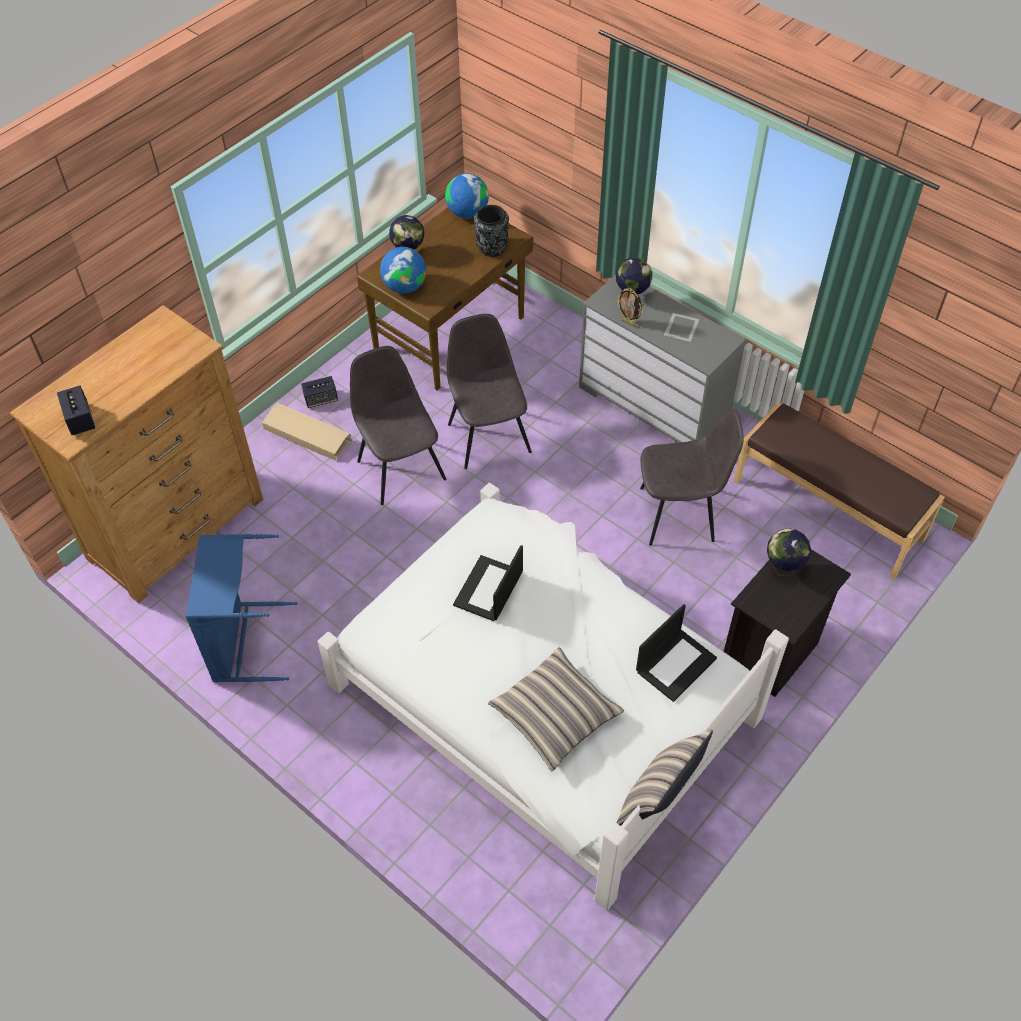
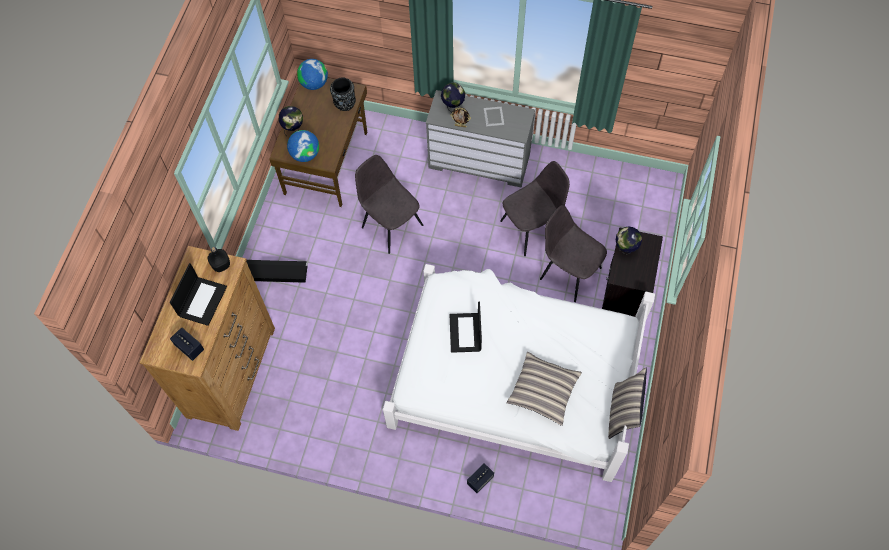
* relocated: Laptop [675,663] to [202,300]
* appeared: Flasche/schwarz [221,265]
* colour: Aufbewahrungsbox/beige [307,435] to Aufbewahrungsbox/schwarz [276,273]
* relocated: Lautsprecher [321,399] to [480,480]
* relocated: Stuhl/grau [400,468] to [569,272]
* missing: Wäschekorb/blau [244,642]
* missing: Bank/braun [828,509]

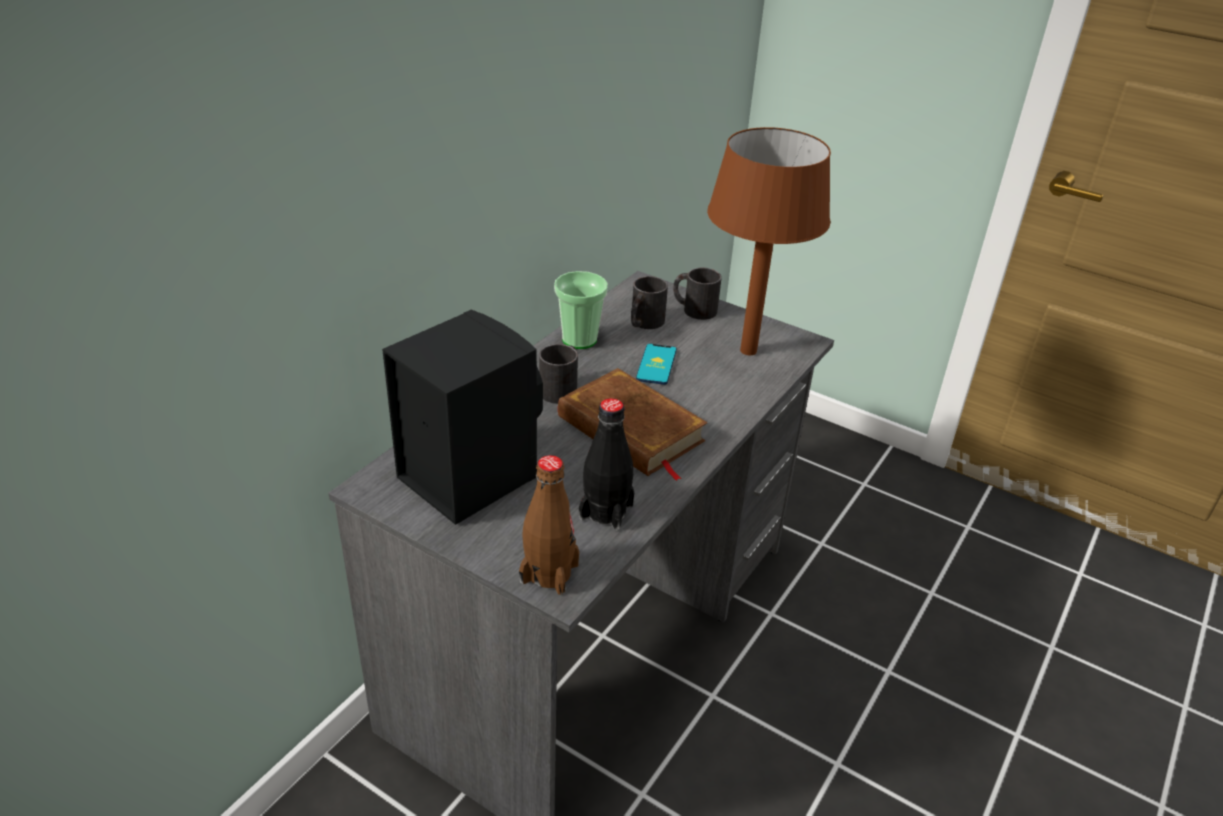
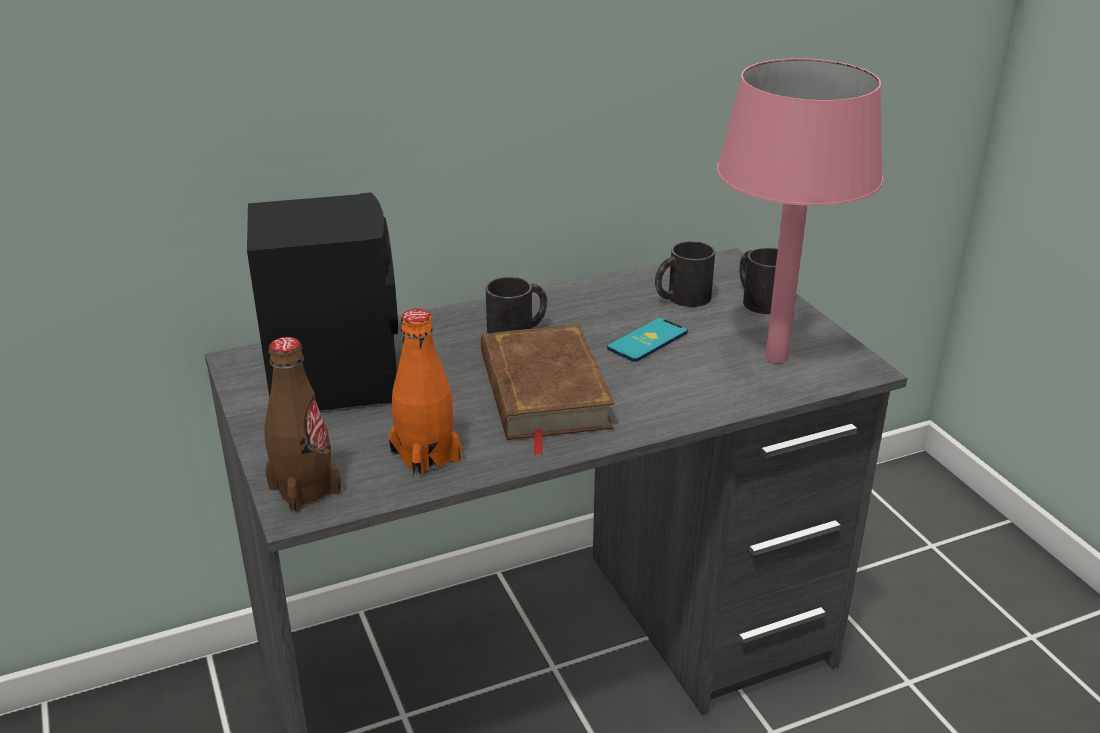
* colour: Flasche/schwarz [606,511] to Flasche/orange [425,456]
* colour: Tischlampe/braun [748,350] to Tischlampe/rosa [777,357]
* missing: Tasse [579,339]

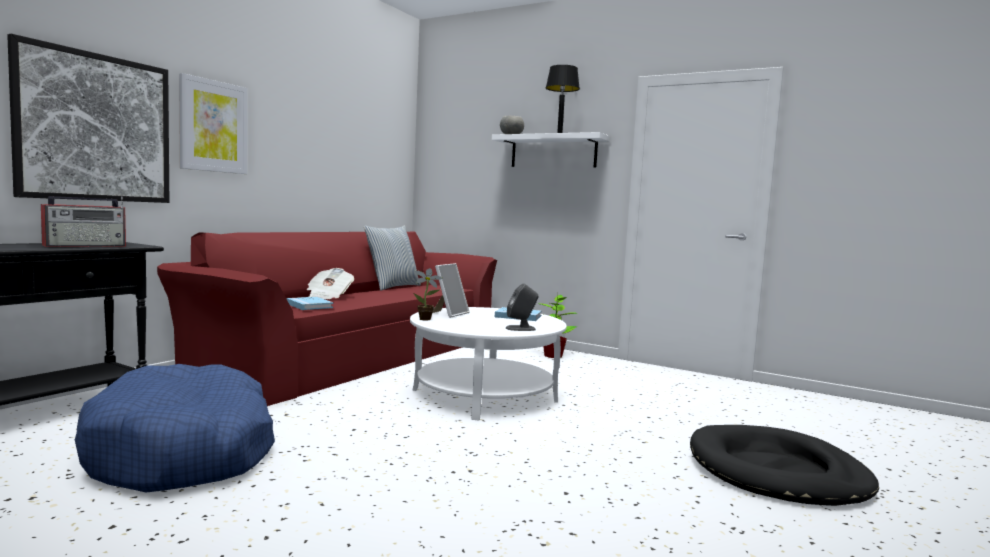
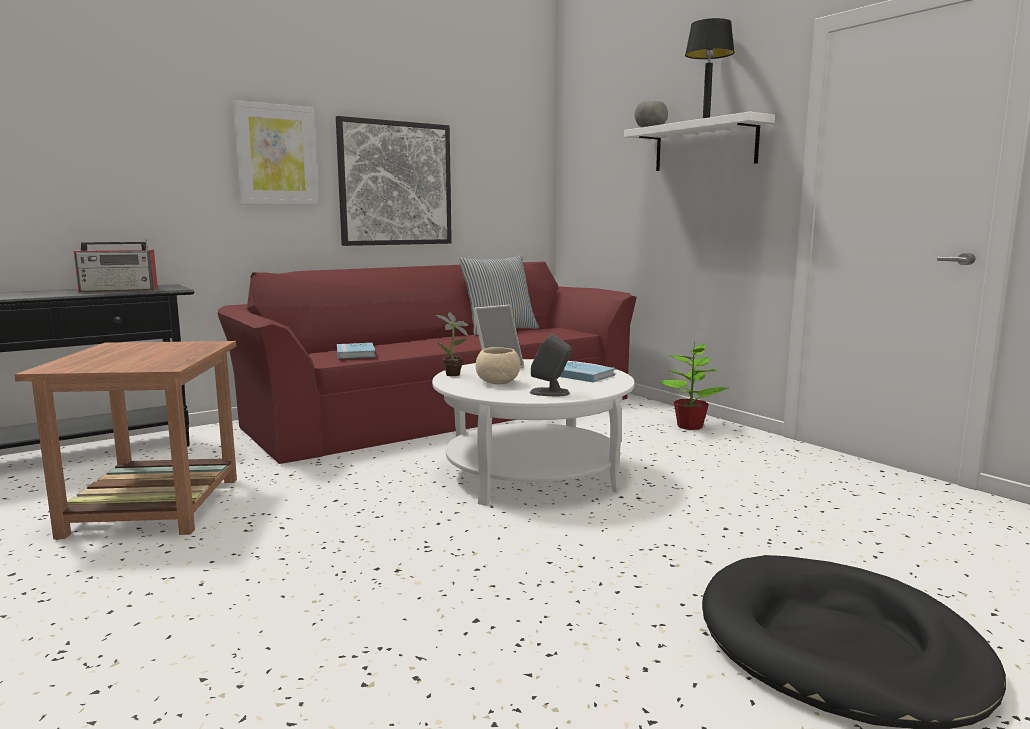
* exchanged: Hundebett/blau [184,451] to Beistelltisch/braun [155,505]
* relocated: Bild [95,128] to [395,183]
* appeared: Schüssel/beige [498,383]
* missing: Zeitung [328,297]

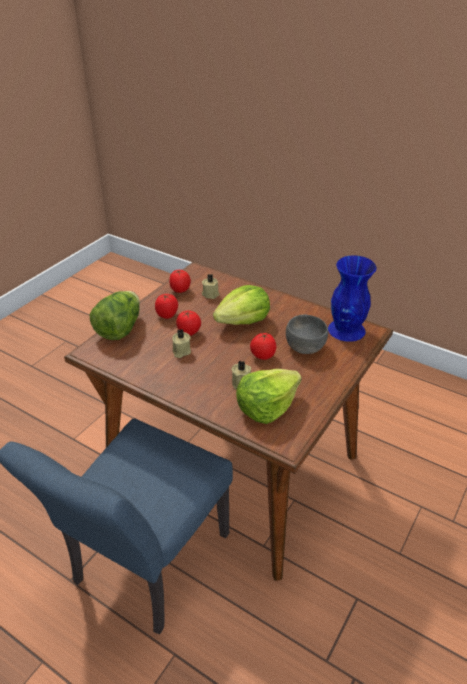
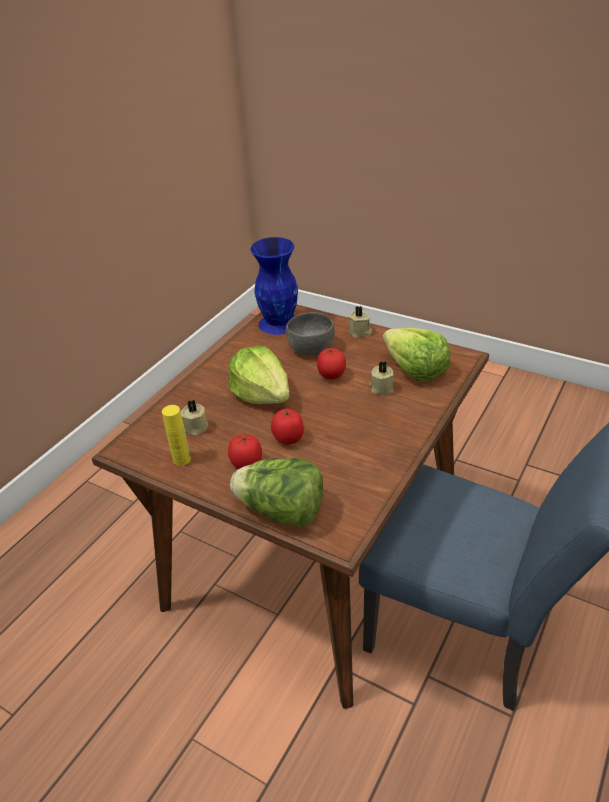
* exchanged: Tomate [180,290] to Flasche/gelb [181,459]
* relocated: Kerze/beige [181,351] to [360,332]

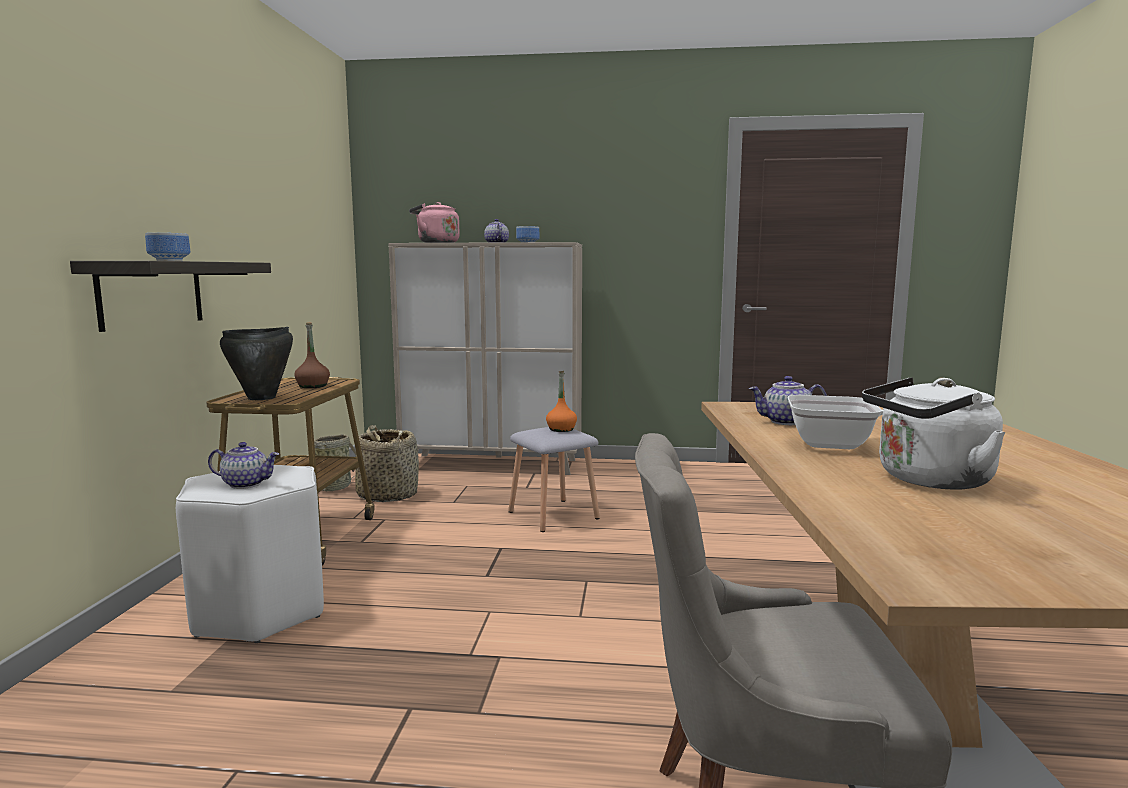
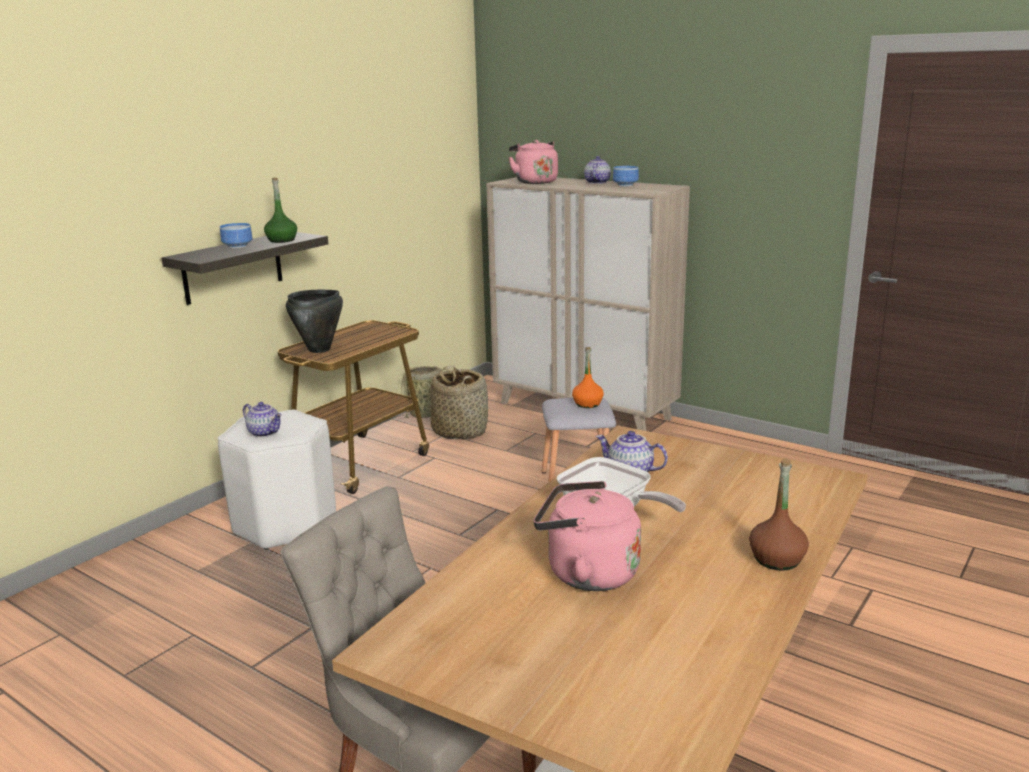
* appeared: Flasche/grün [281,240]
* colour: Wasserkessel/weiß [928,480] to Wasserkessel/rosa [586,573]
* relocated: Flasche/braun [313,386] to [777,559]

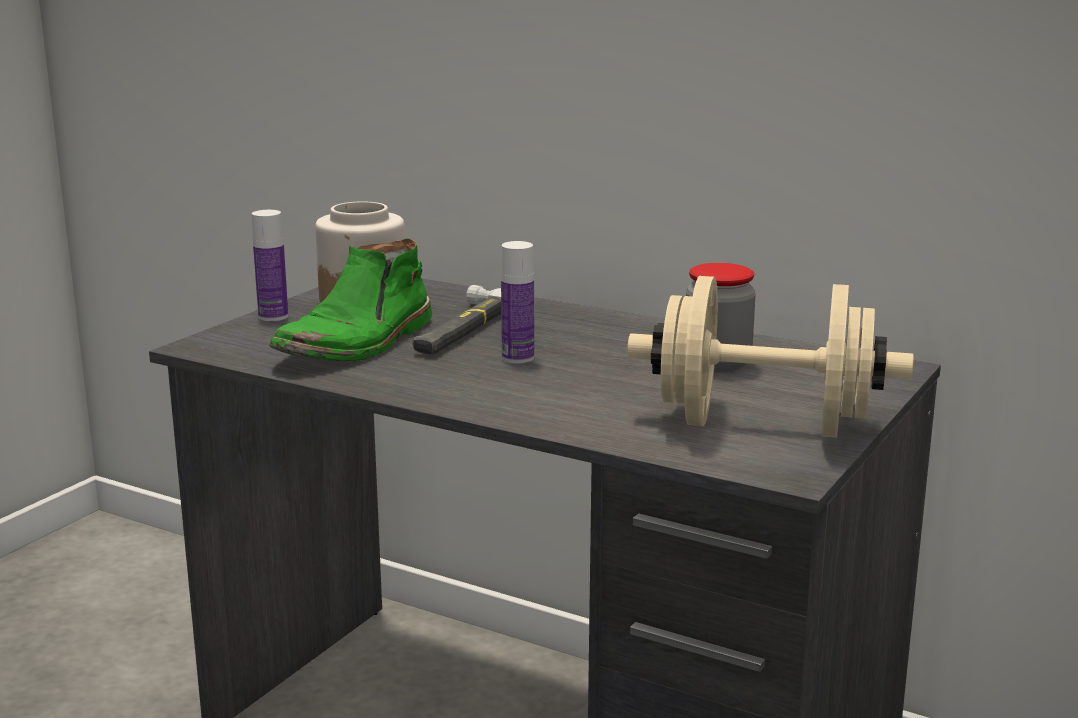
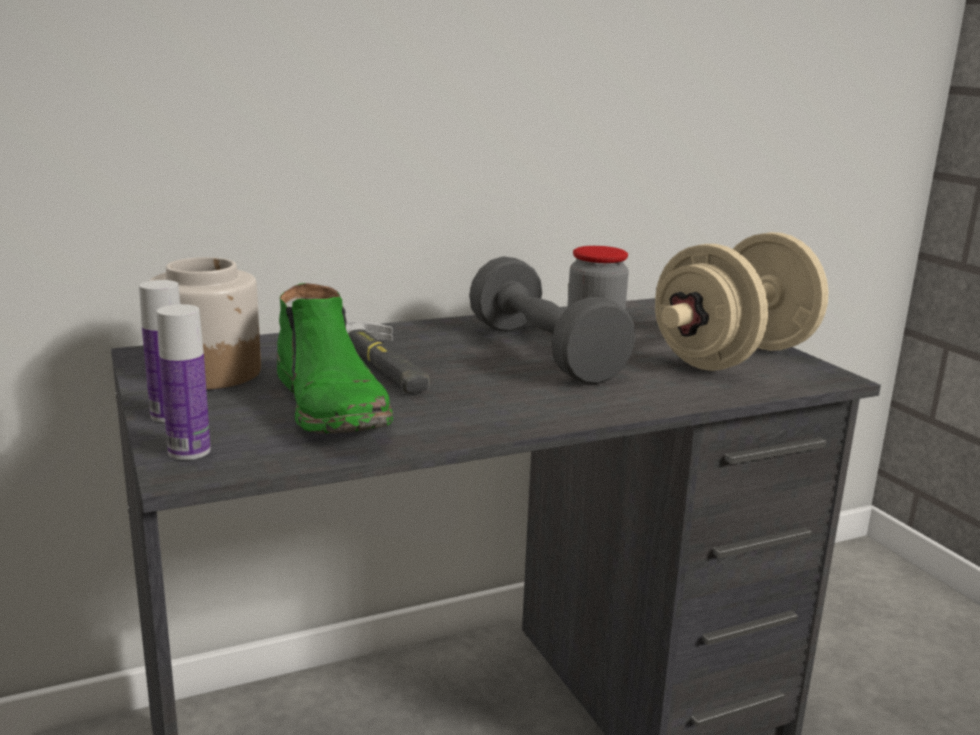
* relocated: Flasche [518,358] to [189,451]
* appeared: Hantel/grau [544,353]

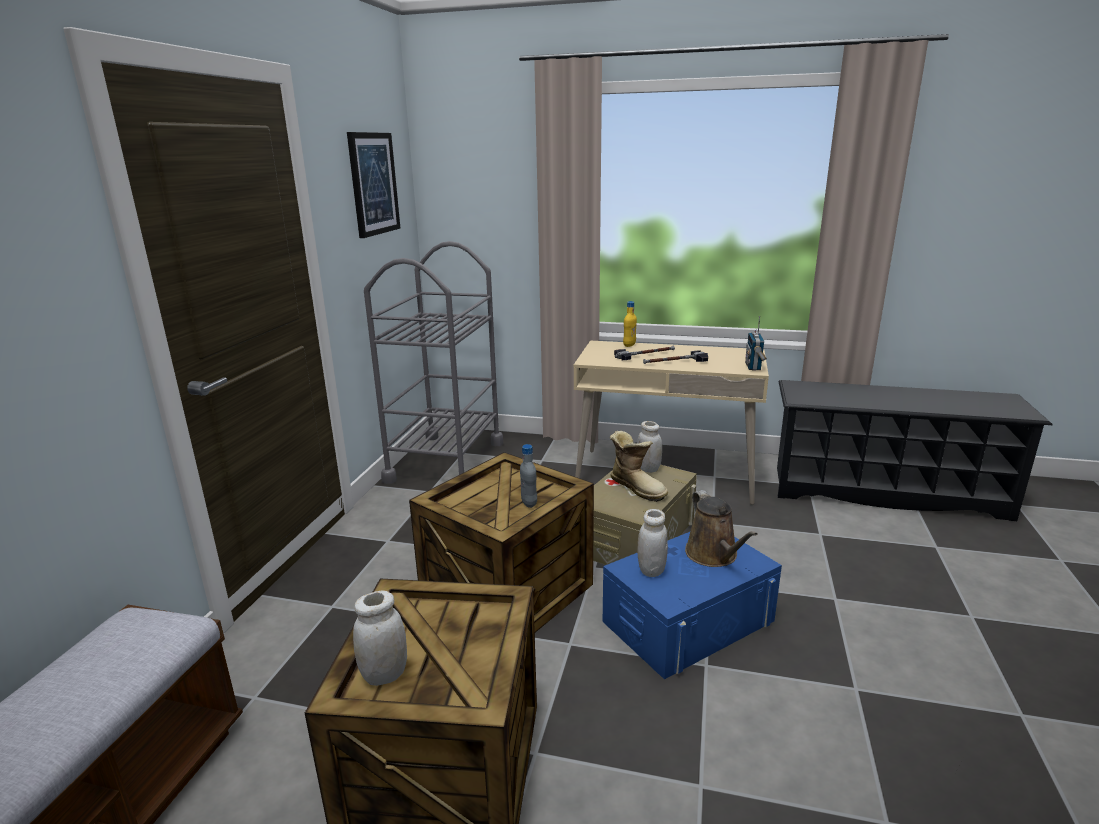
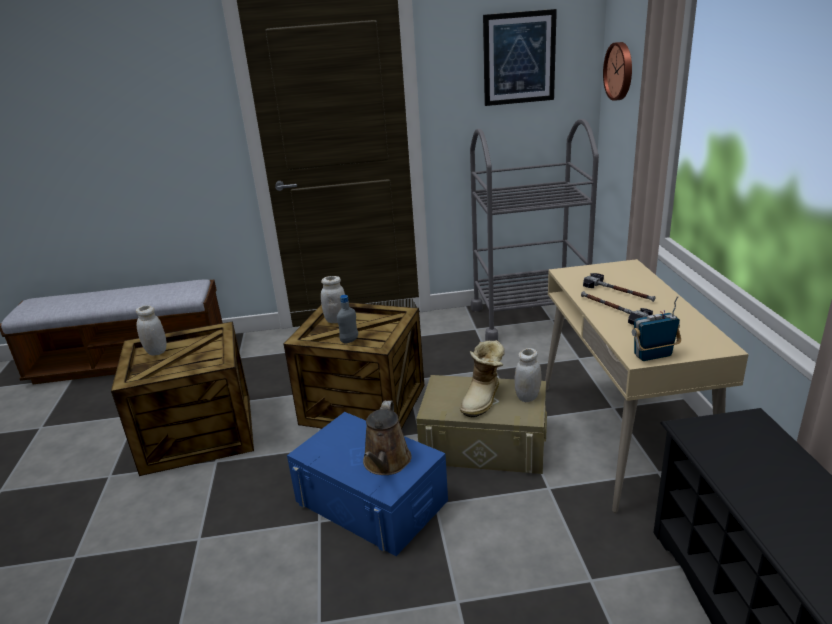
* relocated: Vorratsglas/weiß [651,570] to [336,320]
* spun: Gießkanne/braun [714,555] = [386,463] 45 degrees counterclockwise
* appeared: Wanduhr [620,71]
* missing: Flasche/gelb [629,345]

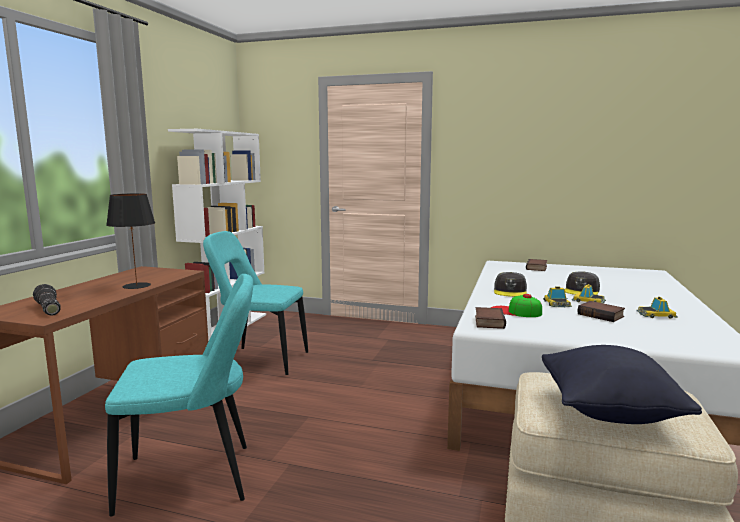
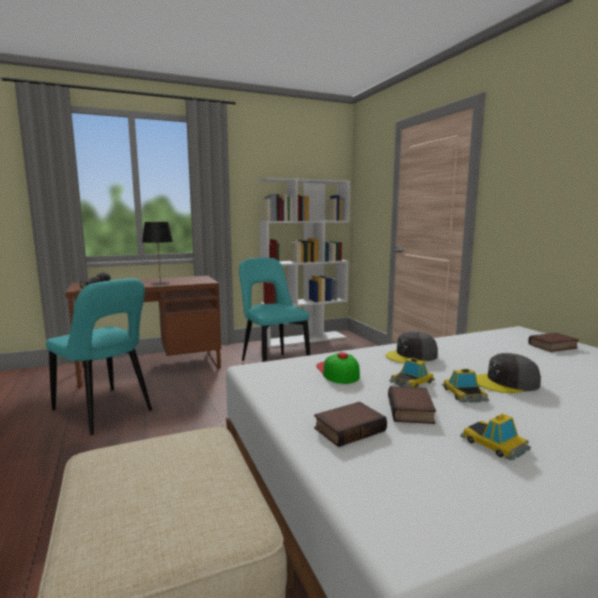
* relocated: Buch [488,321] to [349,428]
* missing: Kissen/schwarz [609,411]

